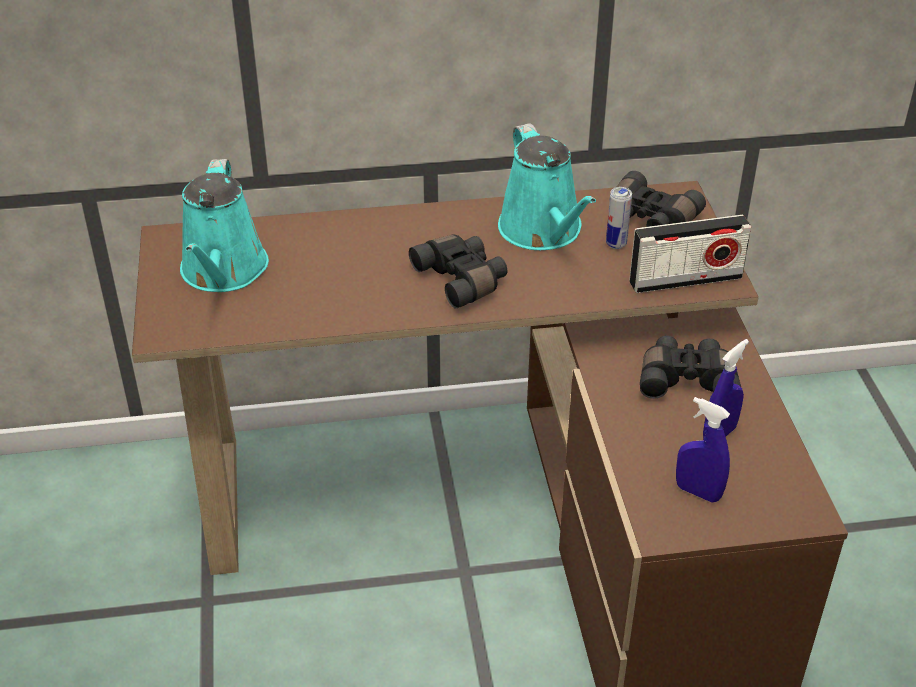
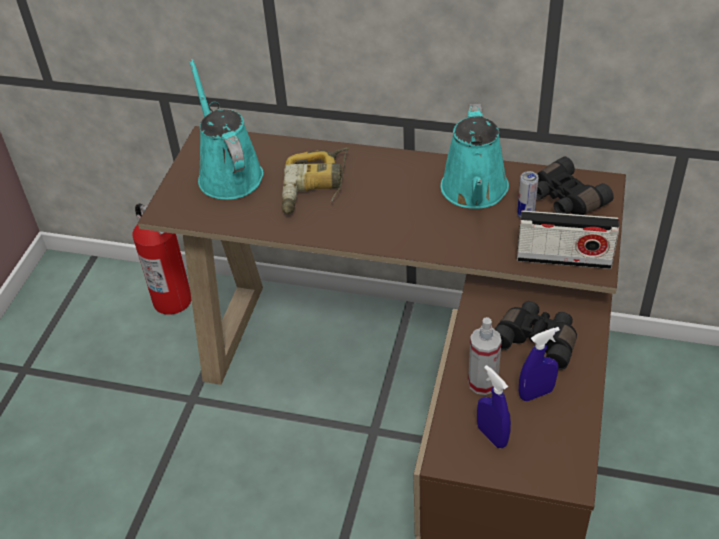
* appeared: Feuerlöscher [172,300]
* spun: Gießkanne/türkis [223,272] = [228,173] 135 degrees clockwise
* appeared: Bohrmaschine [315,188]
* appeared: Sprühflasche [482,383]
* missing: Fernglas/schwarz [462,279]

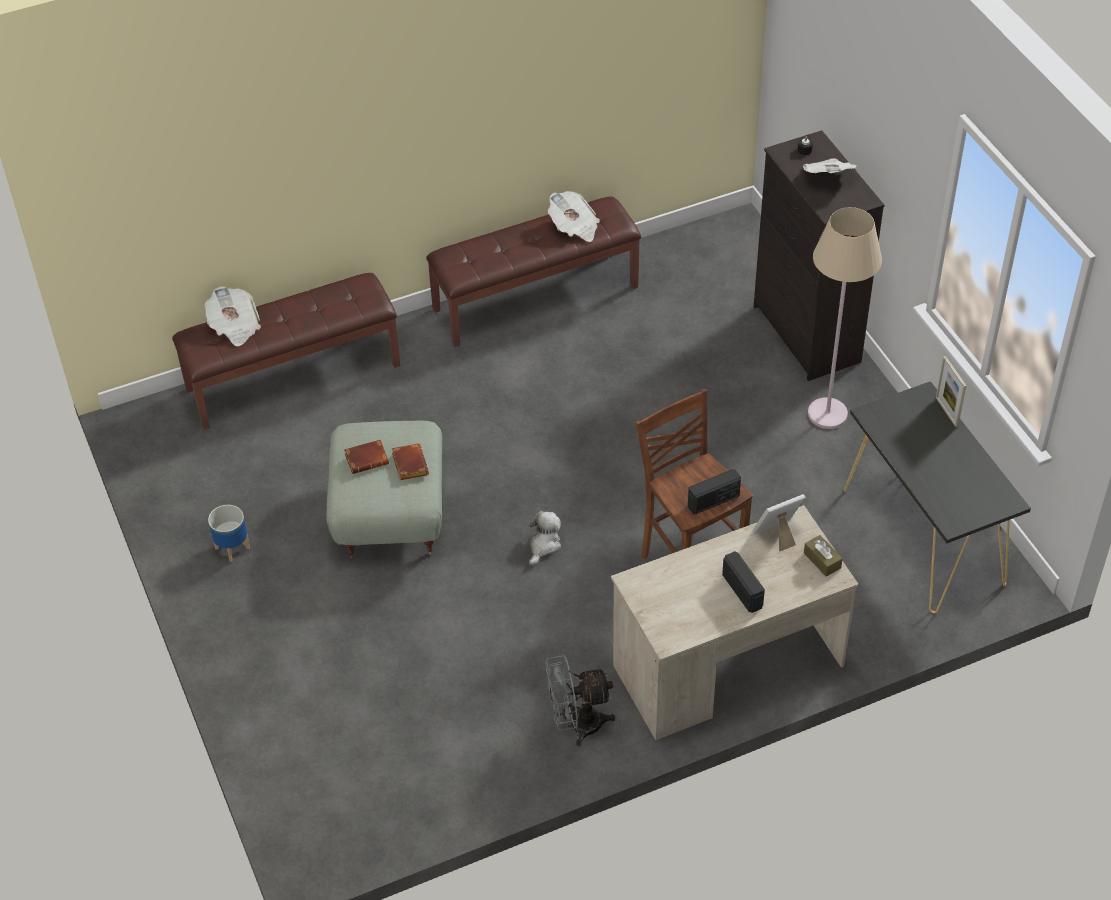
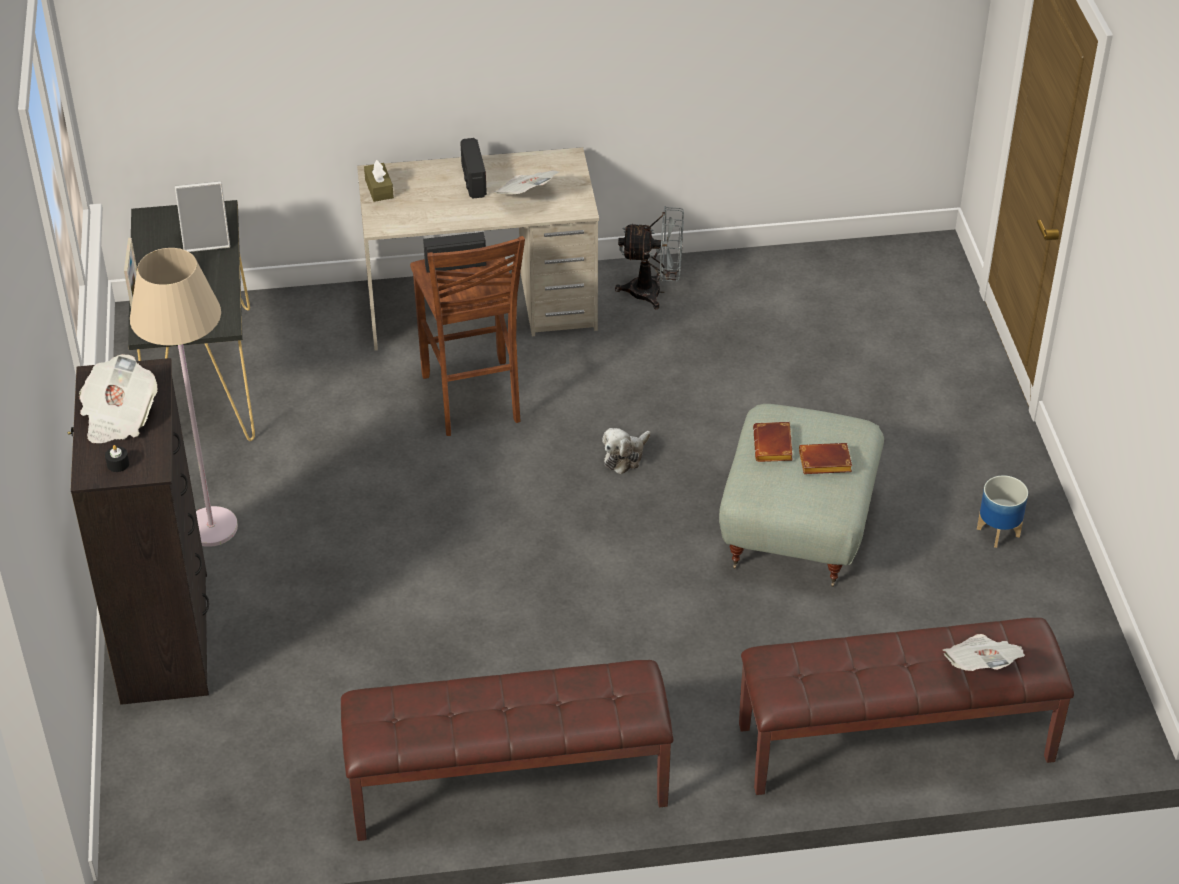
* relocated: Bilderrahmen [777,535] to [207,240]
* relocated: Zeitung [574,227] to [526,196]

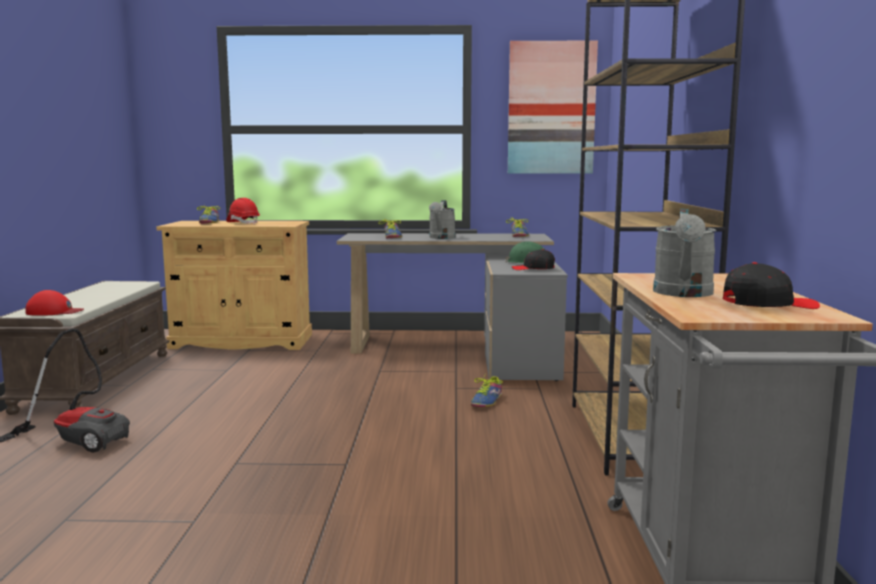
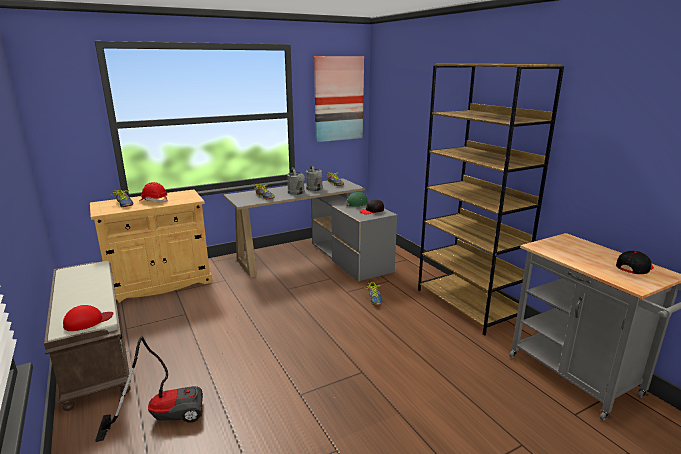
* relocated: Gießkanne/grau [683,294] to [315,189]

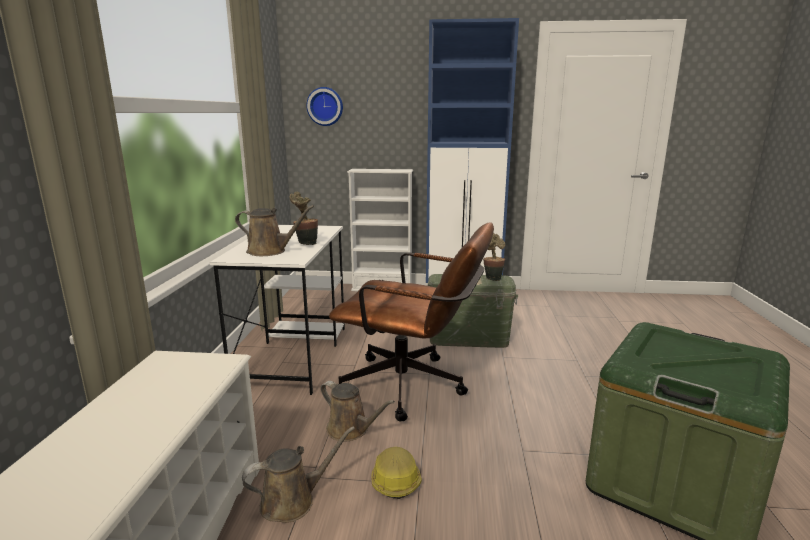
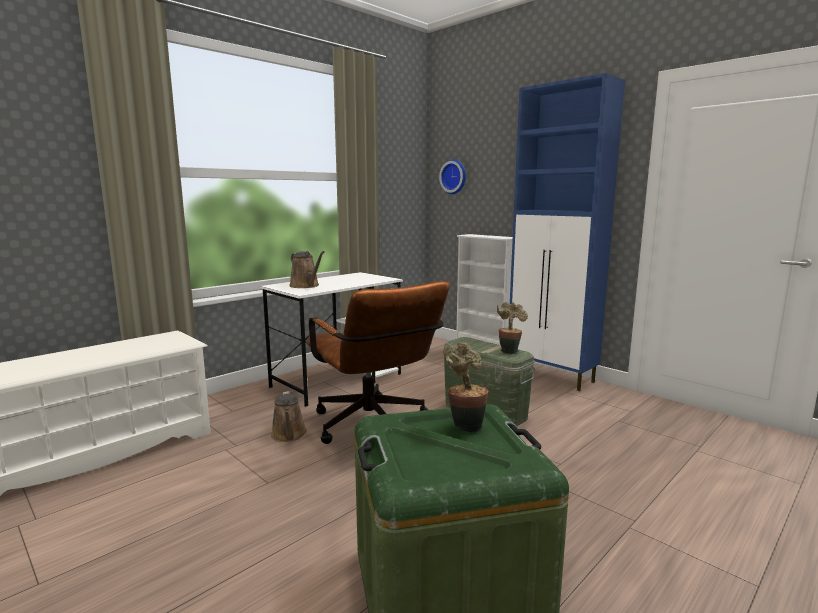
* relocated: Topfpflanze [305,243] to [465,425]
* missing: Gießkanne/braun [293,501]
* missing: Schutzhelm [394,479]

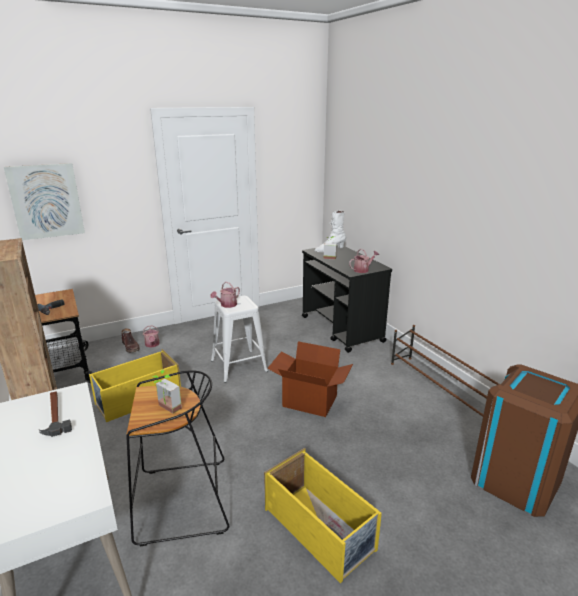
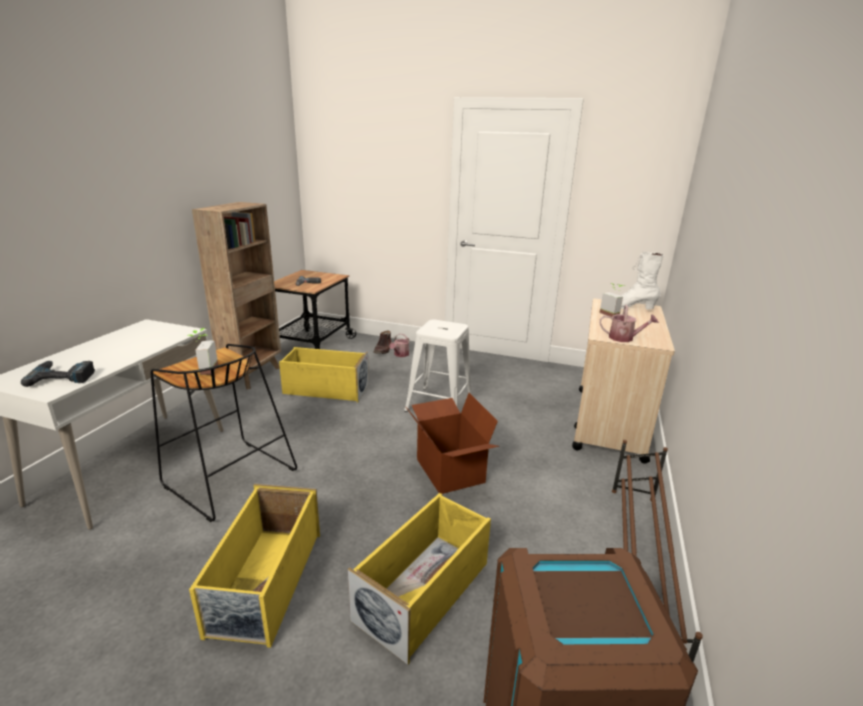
* appeared: Bohrmaschine [63,377]
* appeared: Aufbewahrungsbox/gelb [424,590]
* colour: Rollwagen/schwarz [341,329] to Rollwagen/beige [609,423]
* missing: Bild [46,201]
* missing: Hammer [55,415]
* missing: Gießkanne [226,305]

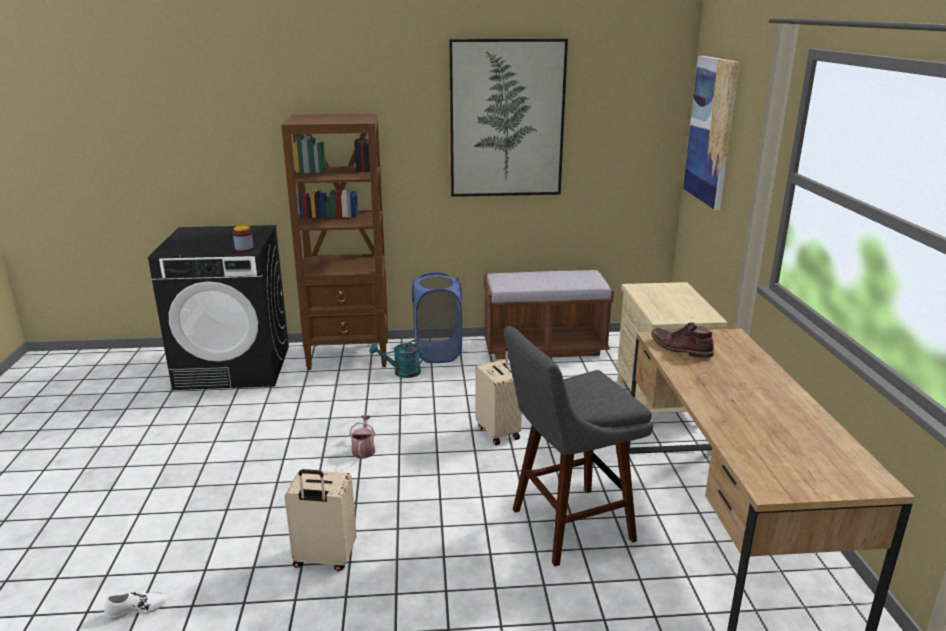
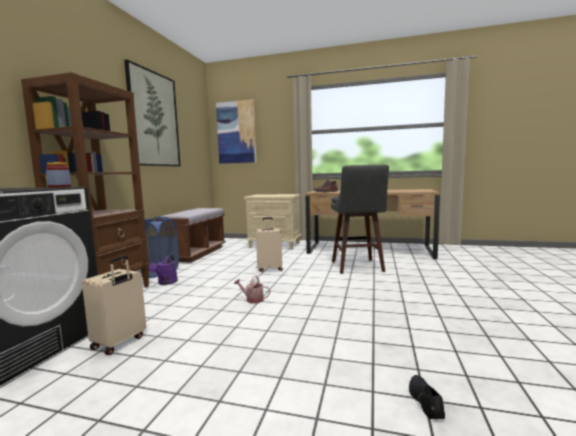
* relocated: Koffer/beige [324,559] to [119,342]
* colour: Gießkanne/türkis [402,372] to Gießkanne/lila [166,283]
* colour: Schuh/weiß [137,609] to Schuh/schwarz [425,400]

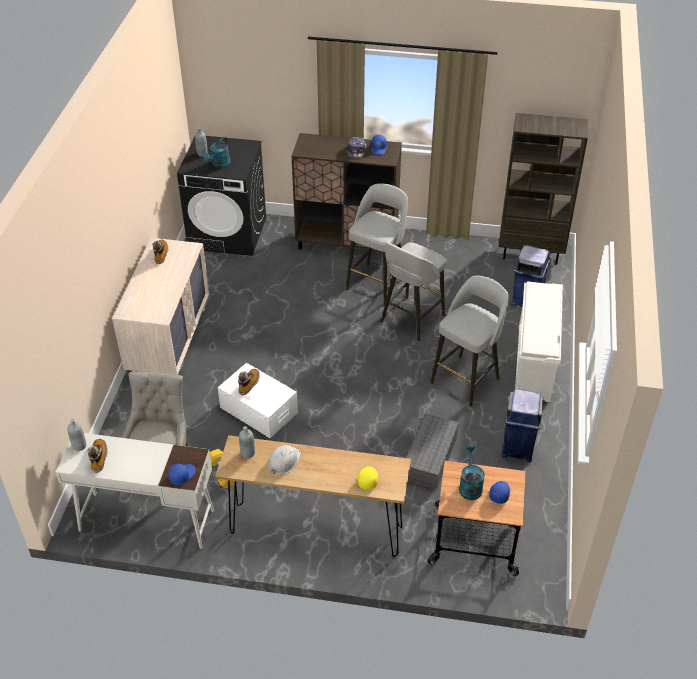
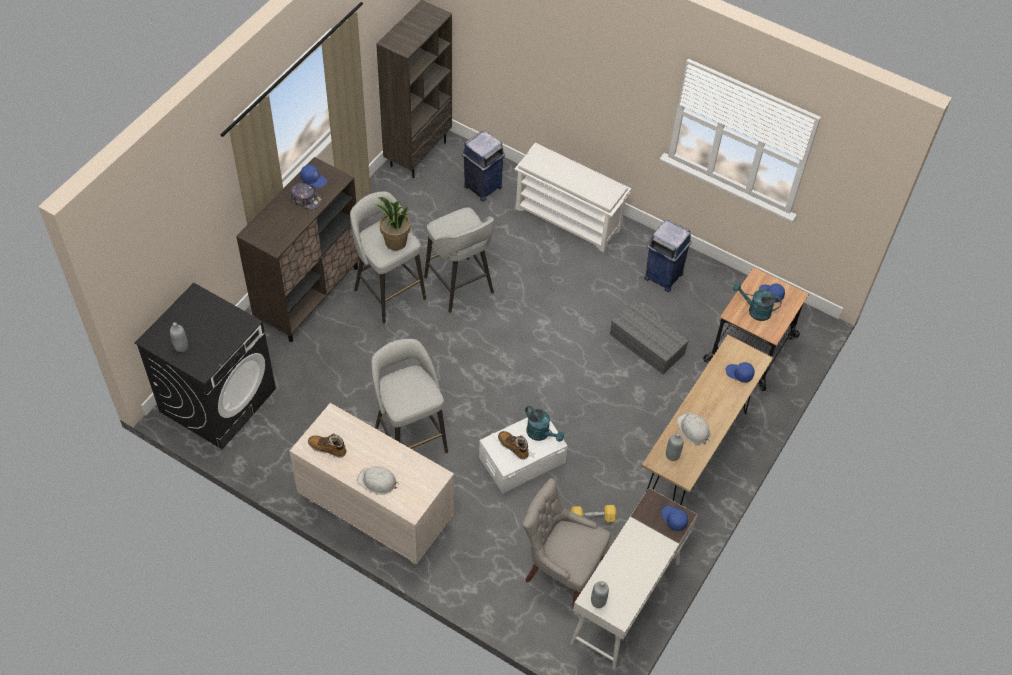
* appeared: Schutzhelm/weiß [377,481]
* relocated: Hocker/grau [466,379] to [410,439]
* appeared: Topfpflanze [395,242]
* relocated: Gießkanne/türkis [219,165] to [541,434]
* colour: Kappe/gelb [367,479] to Kappe/blau [739,374]
* missing: Stiefel [99,458]

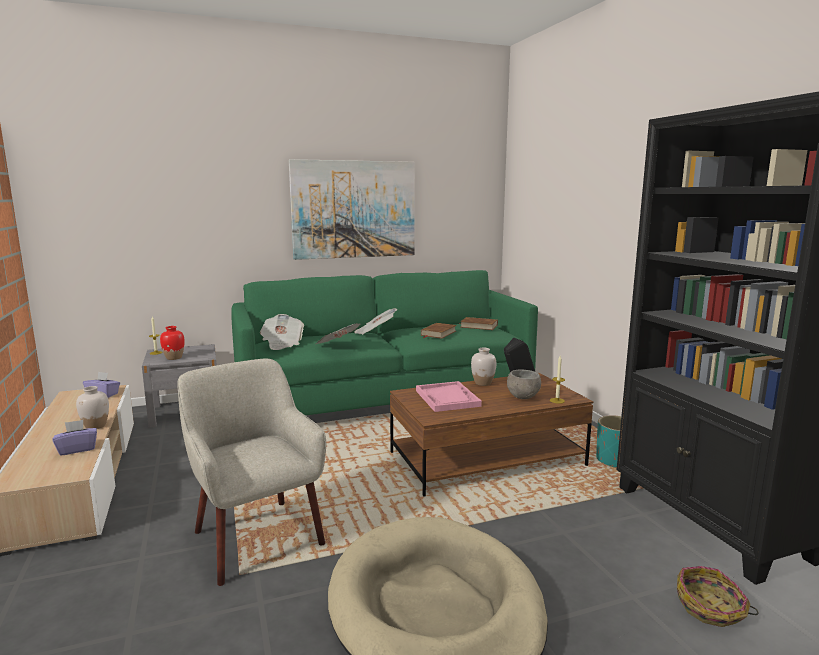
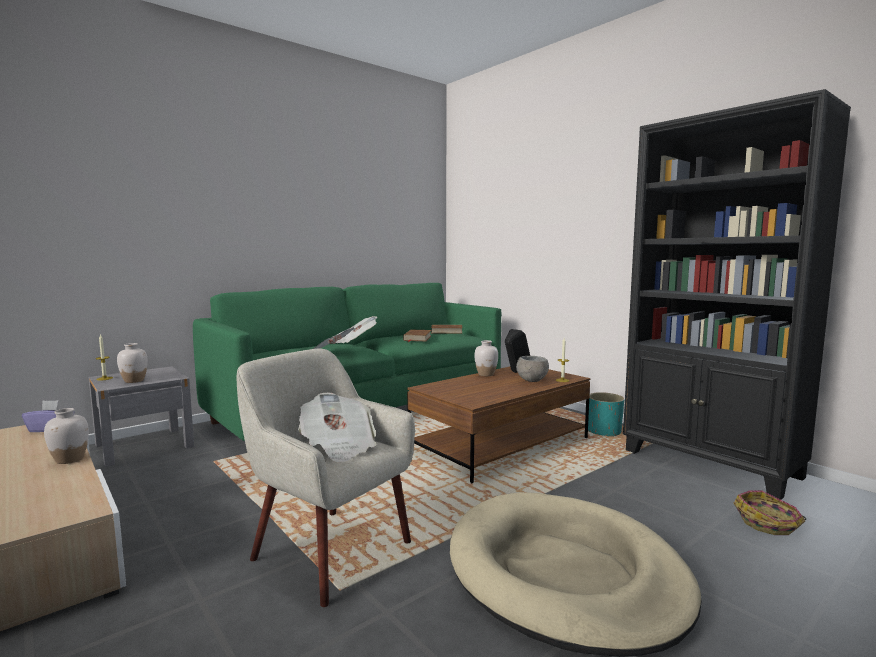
* colour: Vase/rot [174,358] to Vase/weiß [134,381]
* relocated: Zeitung [282,344] to [338,446]
* missing: Taschentuchbox/lila [77,449]
* missing: Bild [354,209]
* missing: Tablett/rosa [447,398]

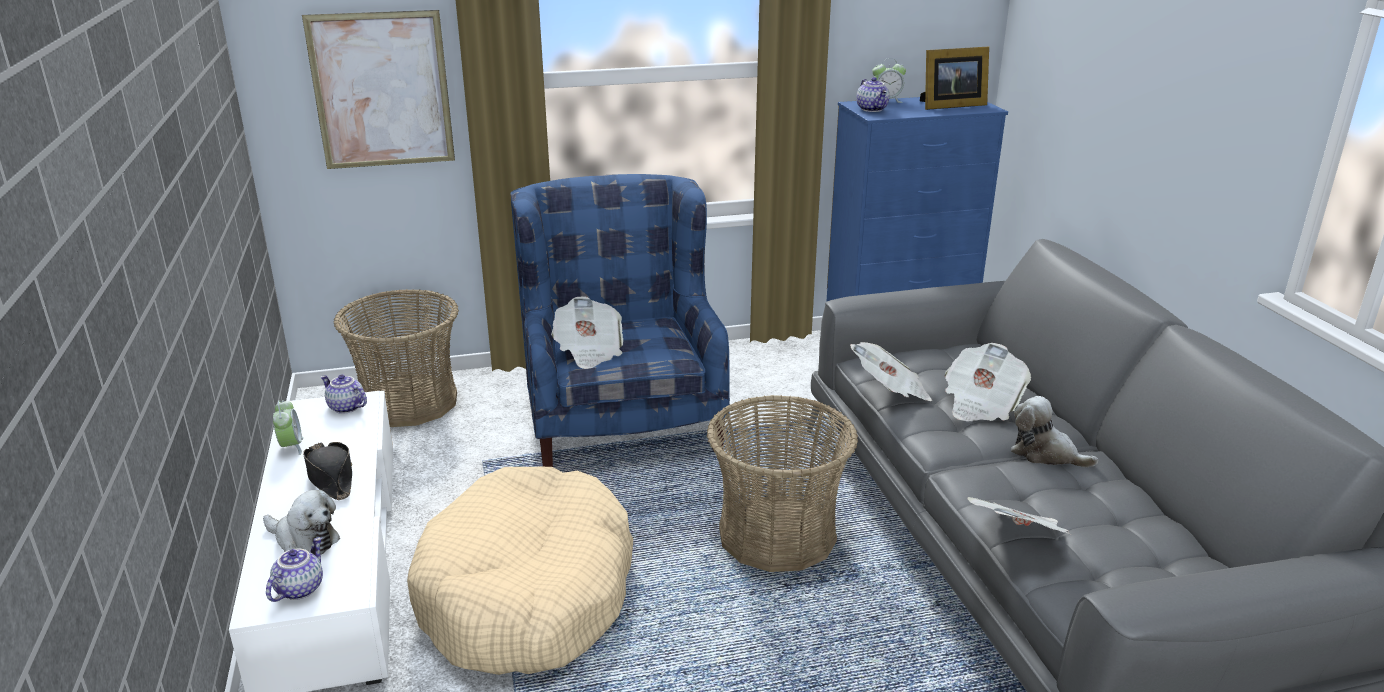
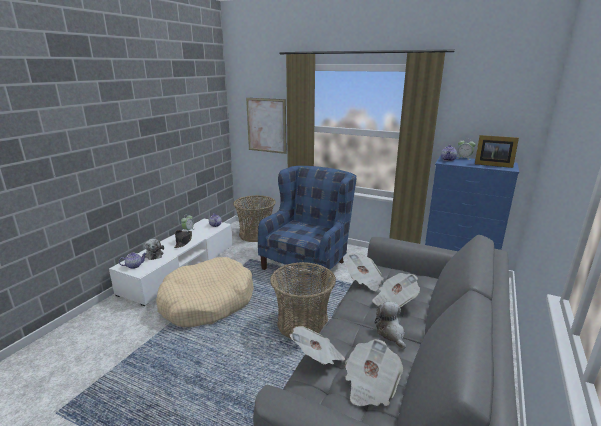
* relocated: Zeitung [589,351] to [370,385]

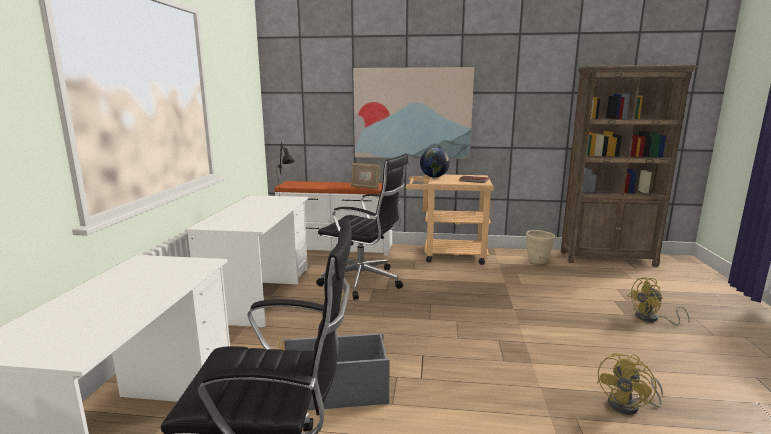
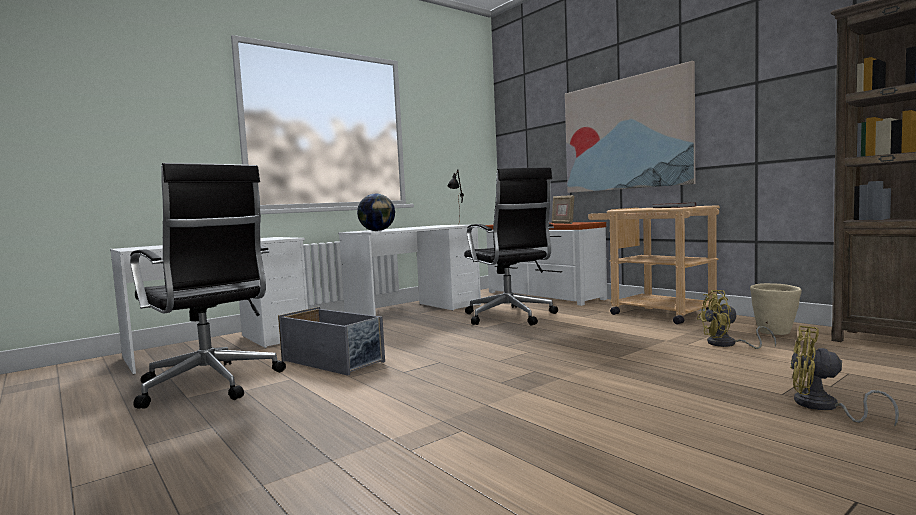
* relocated: Globus [434,177] to [377,231]
* relocated: Ventilator/gelb [629,406] to [728,344]

